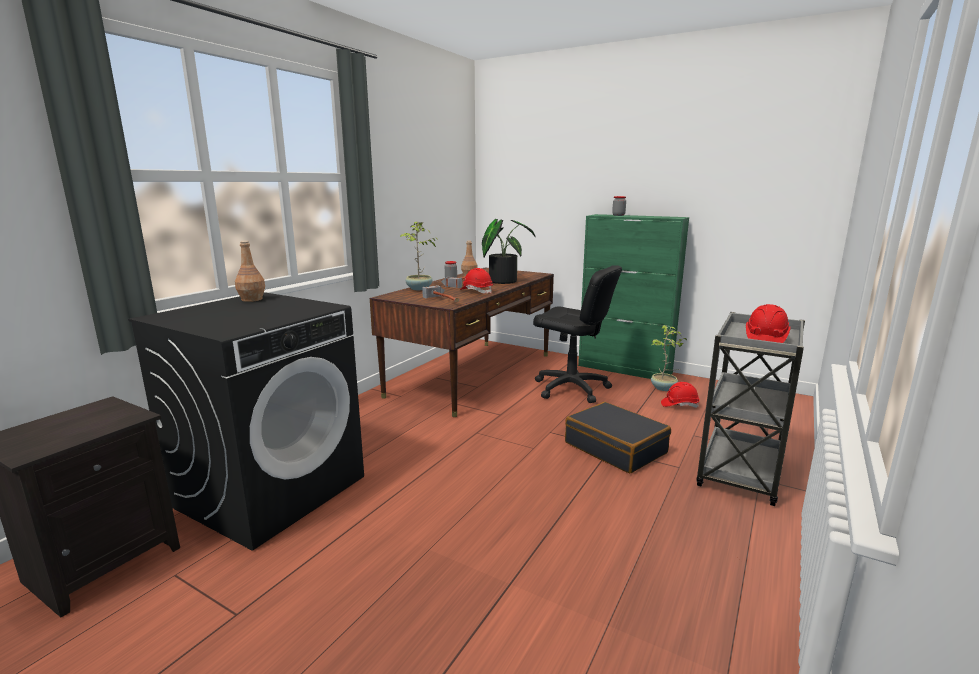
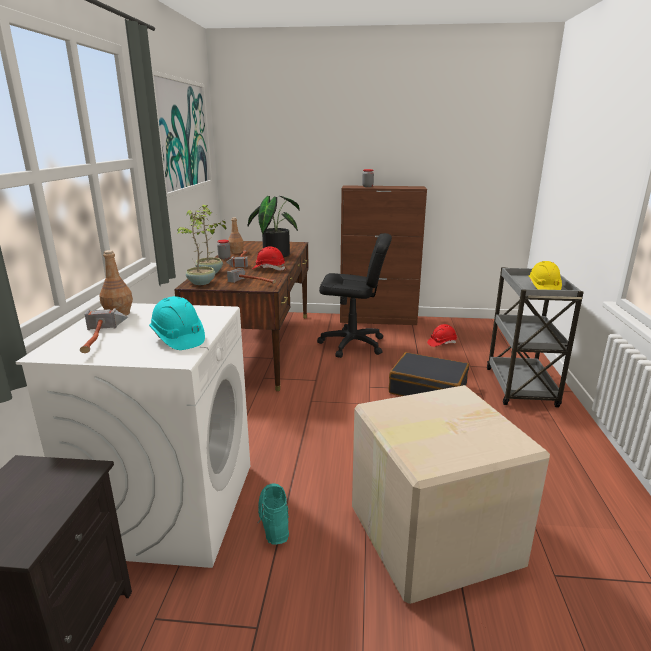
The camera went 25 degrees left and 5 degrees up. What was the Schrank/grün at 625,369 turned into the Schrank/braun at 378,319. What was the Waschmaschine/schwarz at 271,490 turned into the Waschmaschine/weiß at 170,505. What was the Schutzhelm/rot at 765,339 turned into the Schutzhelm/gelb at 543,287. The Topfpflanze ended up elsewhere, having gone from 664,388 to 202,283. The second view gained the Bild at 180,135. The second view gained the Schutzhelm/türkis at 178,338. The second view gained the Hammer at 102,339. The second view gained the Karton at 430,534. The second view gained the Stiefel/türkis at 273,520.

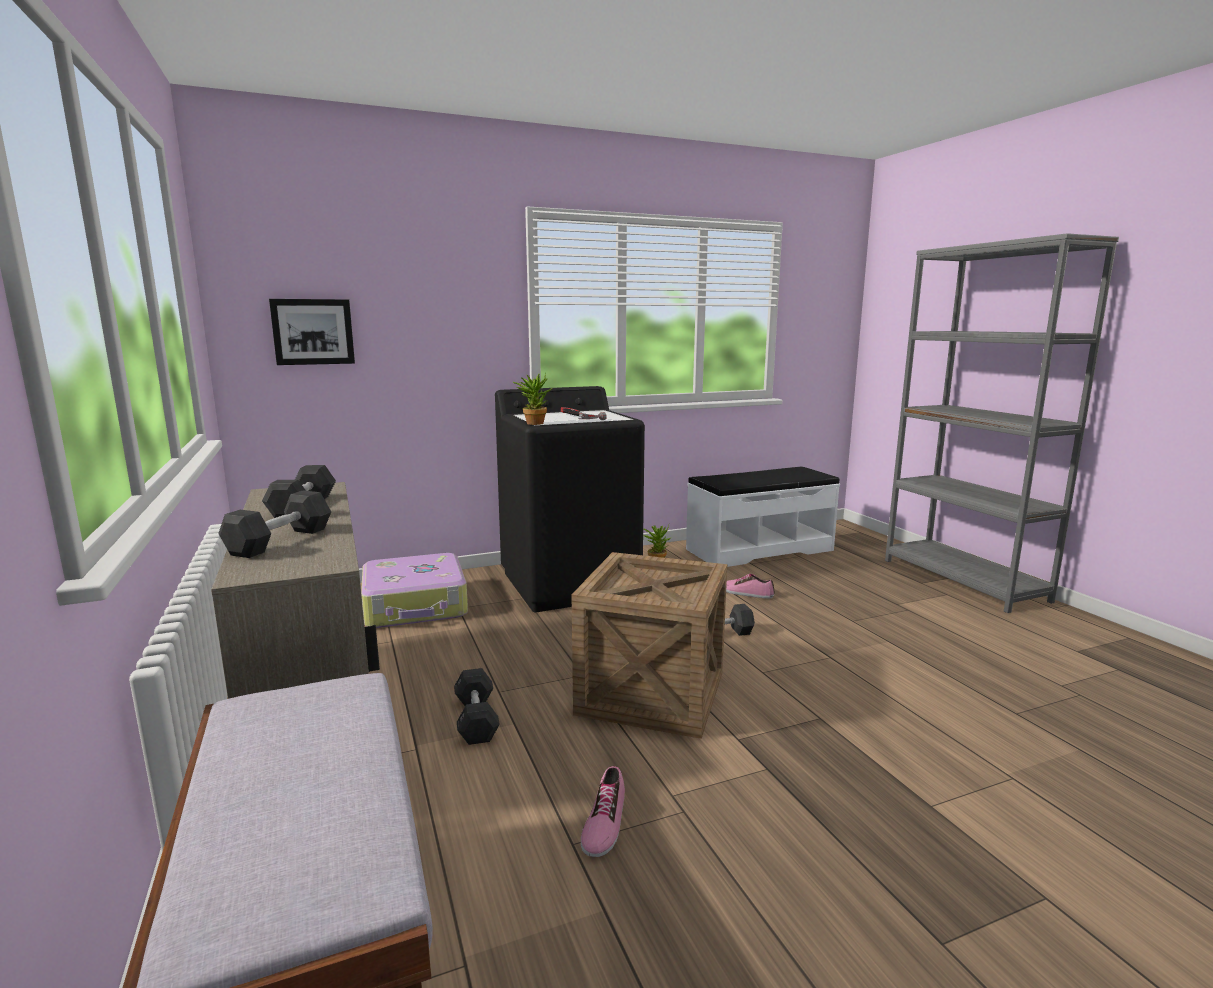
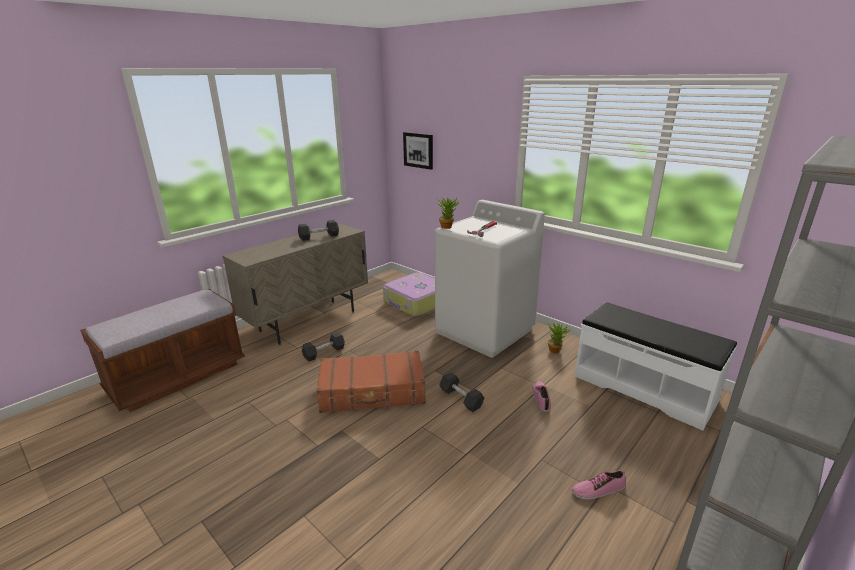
The camera went 65 degrees right and 10 degrees up. What was the Waschmaschine/schwarz at 570,583 turned into the Waschmaschine/weiß at 485,331. The second view lost the Hantel/grau at 280,541. Where the Kiste stood at 651,693, the Koffer/braun came to stand at 372,392. The Schuh ended up elsewhere, having gone from 603,822 to 598,489.

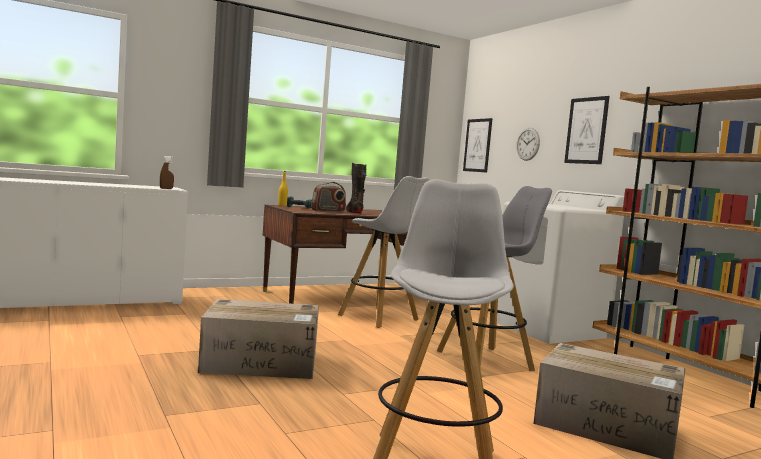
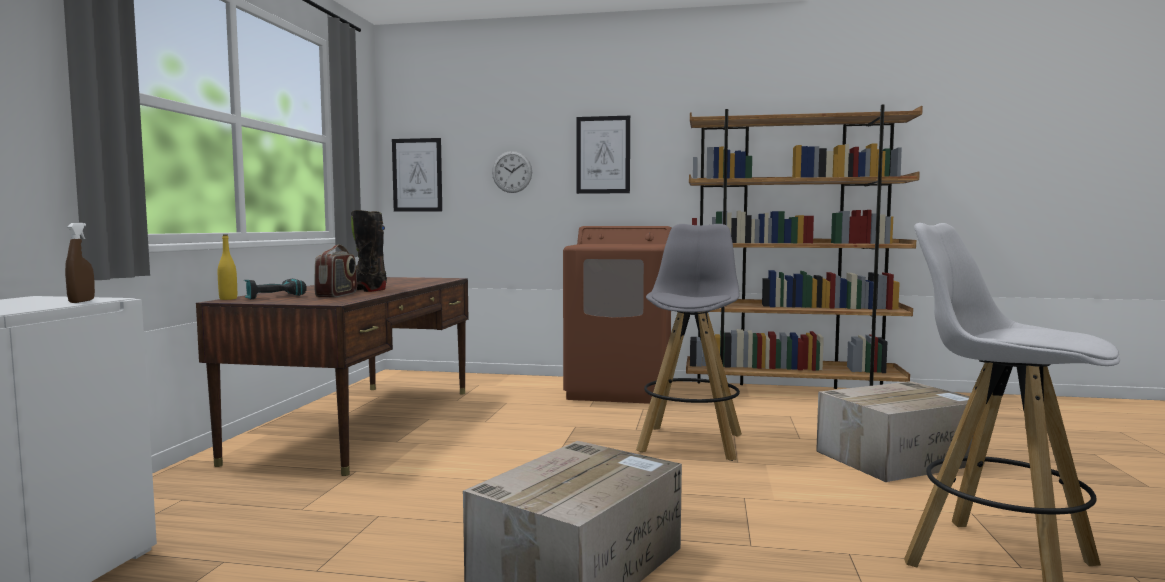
The camera went 50 degrees left and 0 degrees up. The second view lost the Hocker/weiß at 379,318. What was the Waschmaschine/weiß at 549,330 turned into the Waschmaschine/braun at 620,390.

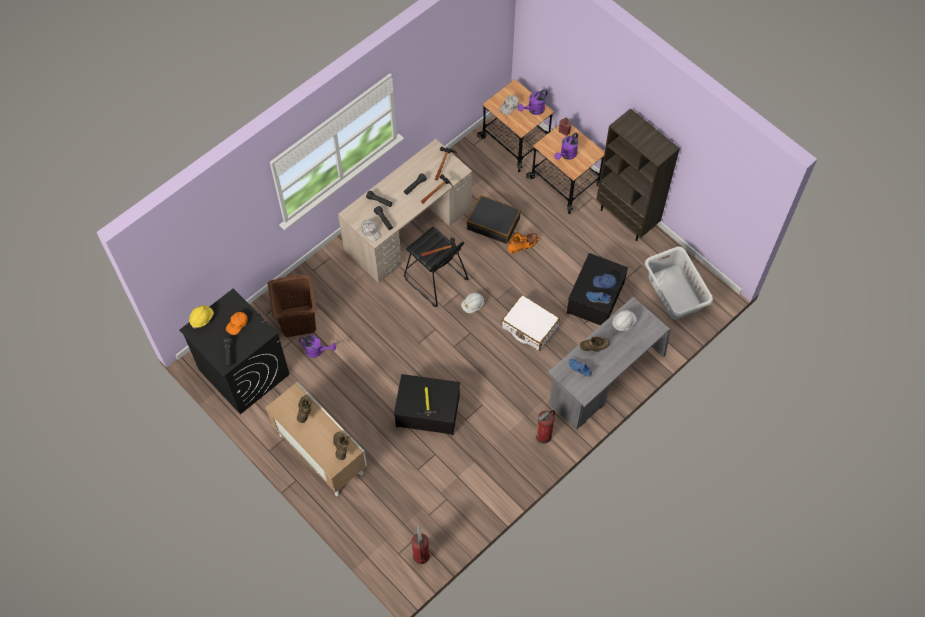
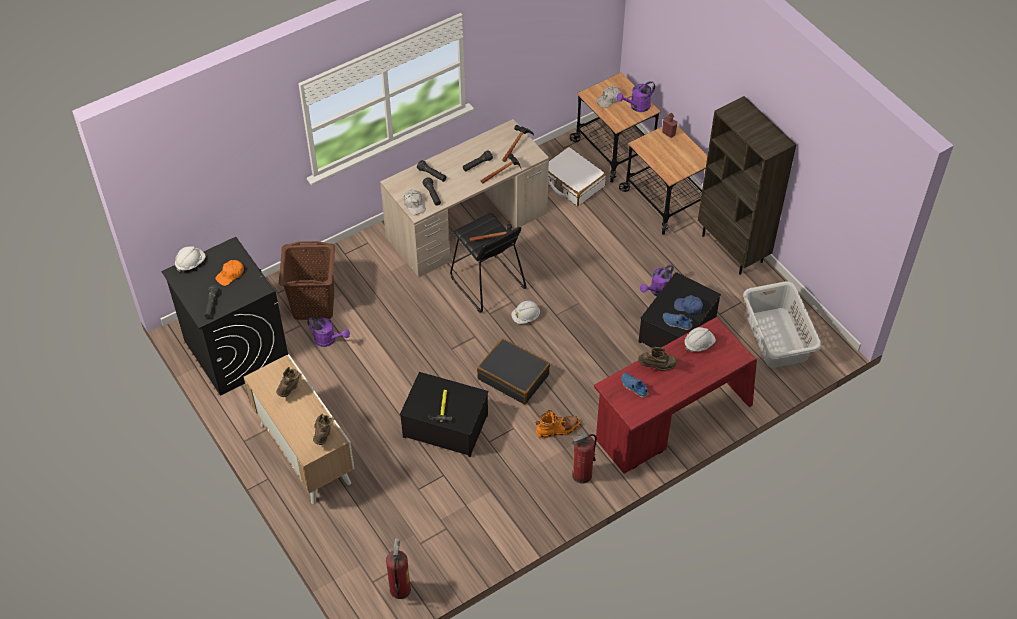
The camera went 10 degrees right and 10 degrees down. The Gießkanne/lila ended up elsewhere, having gone from 567,155 to 657,291. The Koffer/schwarz ended up elsewhere, having gone from 493,223 to 513,377. The Stiefel/orange ended up elsewhere, having gone from 523,245 to 557,429. The Koffer/weiß ended up elsewhere, having gone from 529,326 to 572,183. What was the Schreibtisch/grau at 605,379 turned into the Schreibtisch/rot at 671,421. What was the Schutzhelm/gelb at 202,319 turned into the Schutzhelm/weiß at 191,263.

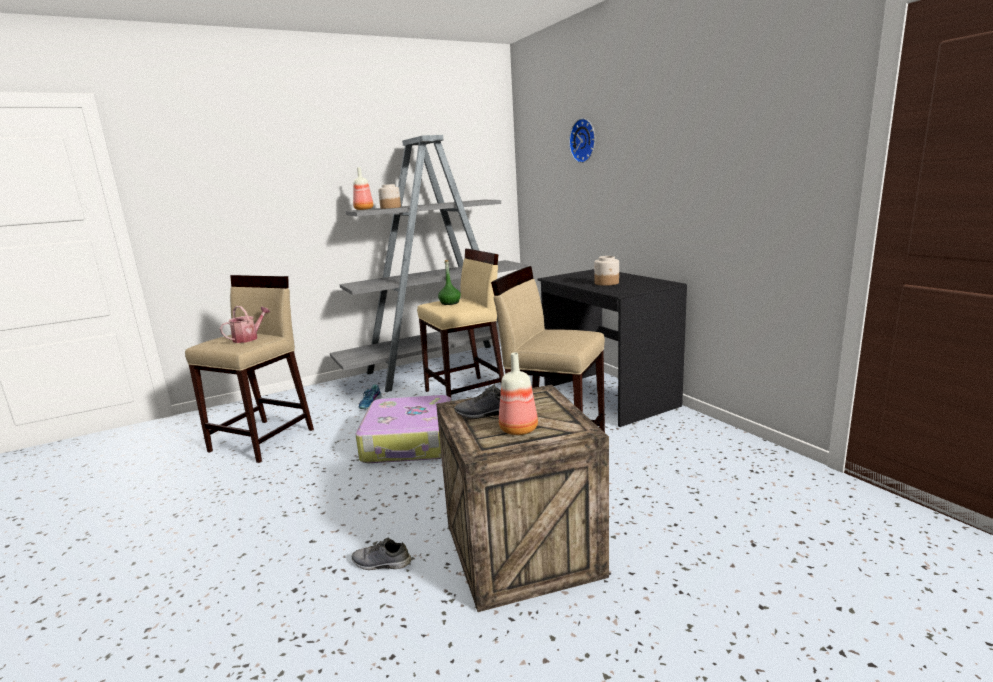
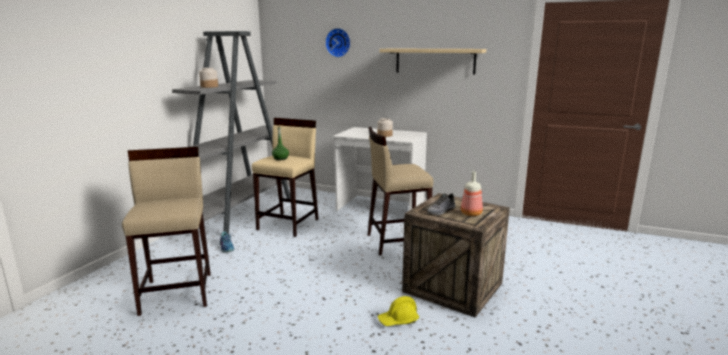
The camera went 40 degrees left and 0 degrees up. The second view lost the Flasche at 363,209. What was the Schreibtisch/schwarz at 607,396 turned into the Schreibtisch/weiß at 380,208. The second view lost the Gießkanne at 248,338. The second view lost the Koffer at 410,442. Where the Schuh/grau stood at 381,564, the Schutzhelm/gelb came to stand at 398,320. The second view gained the Wandregal/beige at 435,61.

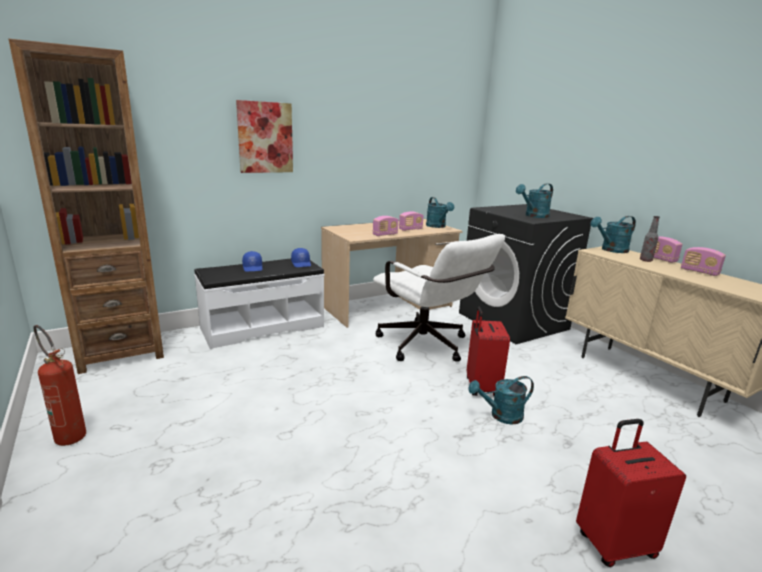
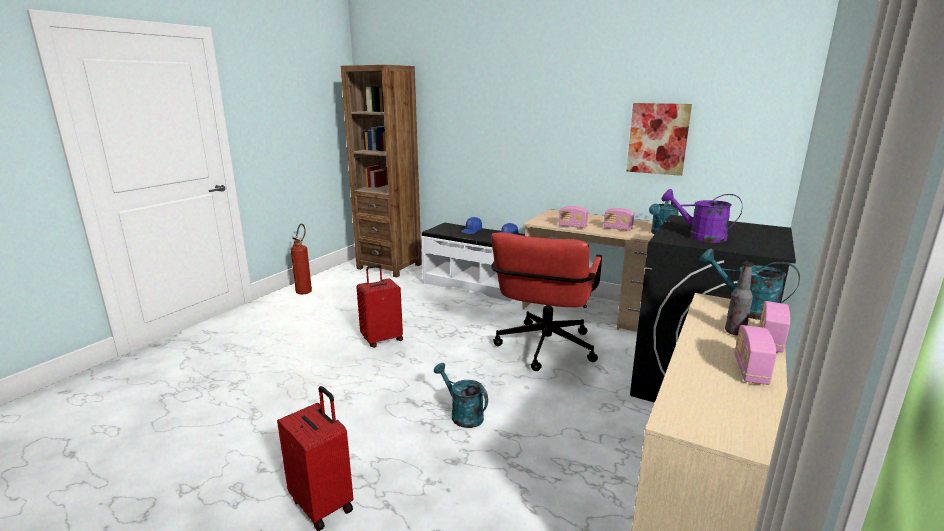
The camera went 60 degrees right and 0 degrees up. The Bild ended up elsewhere, having gone from 265,137 to 658,139. What was the Gießkanne/türkis at 534,216 turned into the Gießkanne/lila at 700,237. What was the Bürostuhl/weiß at 428,347 turned into the Bürostuhl/rot at 543,351. The Koffer/rot ended up elsewhere, having gone from 481,388 to 382,339.

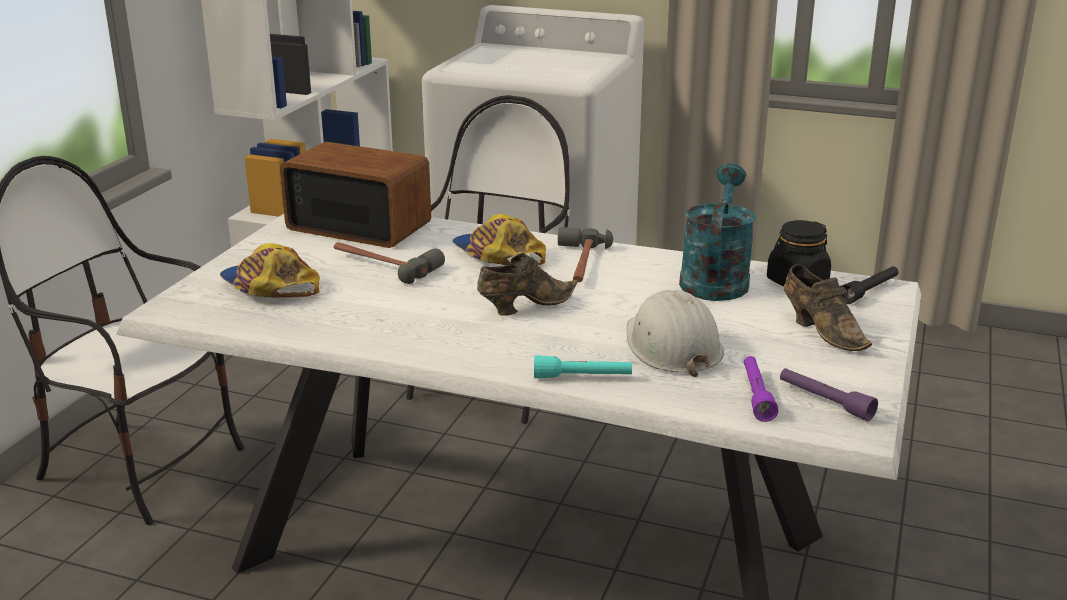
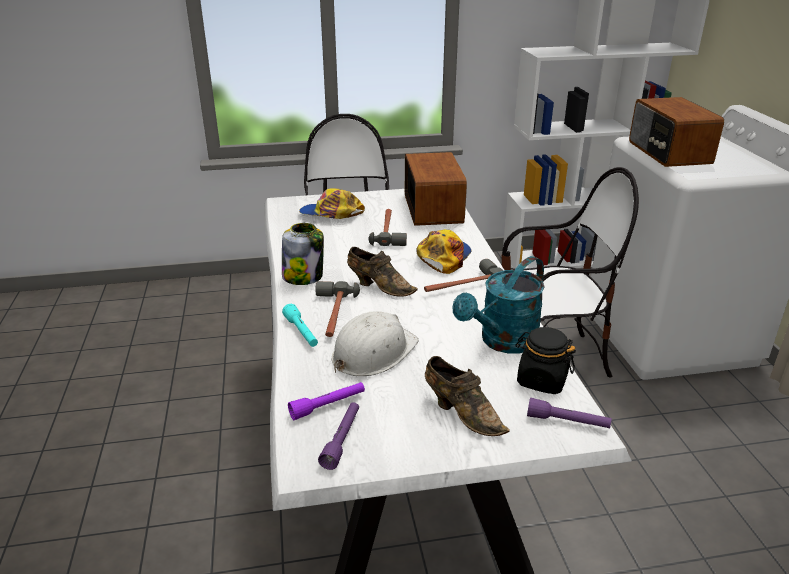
The camera went 60 degrees right and 5 degrees up. The Gießkanne/türkis at 715,278 ended up facing another way, 150 degrees clockwise from before. The Kappe at 269,286 ended up facing another way, 90 degrees counterclockwise from before. The Schuh/braun at 822,331 ended up facing another way, 75 degrees counterclockwise from before. What was the Taschenlampe/schwarz at 869,291 turned into the Taschenlampe/lila at 567,422. The second view gained the Radio at 667,153. The second view gained the Vorratsglas at 303,276. The second view gained the Hammer at 333,315.

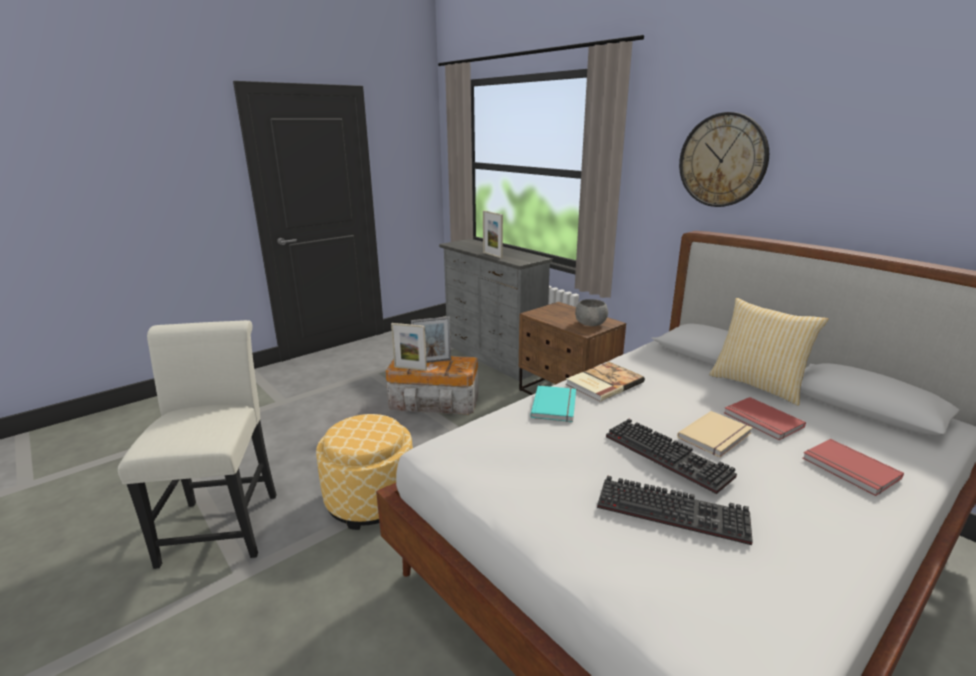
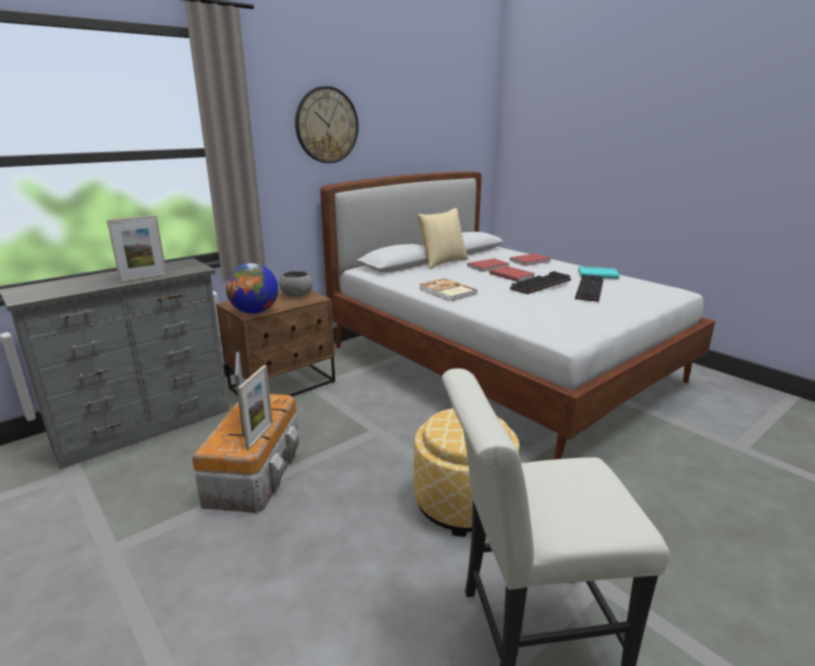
The camera went 90 degrees left and 0 degrees up. The Buch/türkis ended up elsewhere, having gone from 556,405 to 597,274. What was the Buch/beige at 716,436 turned into the Buch/rot at 512,275. The second view gained the Globus at 255,312.

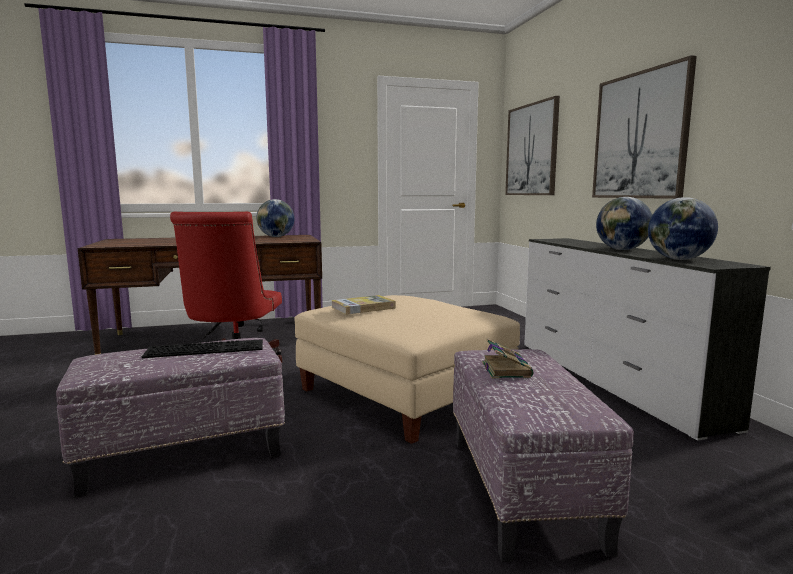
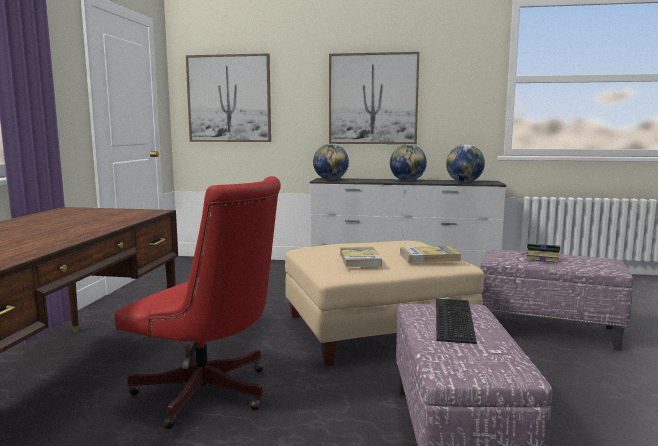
The camera went 65 degrees left and 0 degrees up. The Globus ended up elsewhere, having gone from 276,237 to 331,180. The second view gained the Buch at 429,257.

